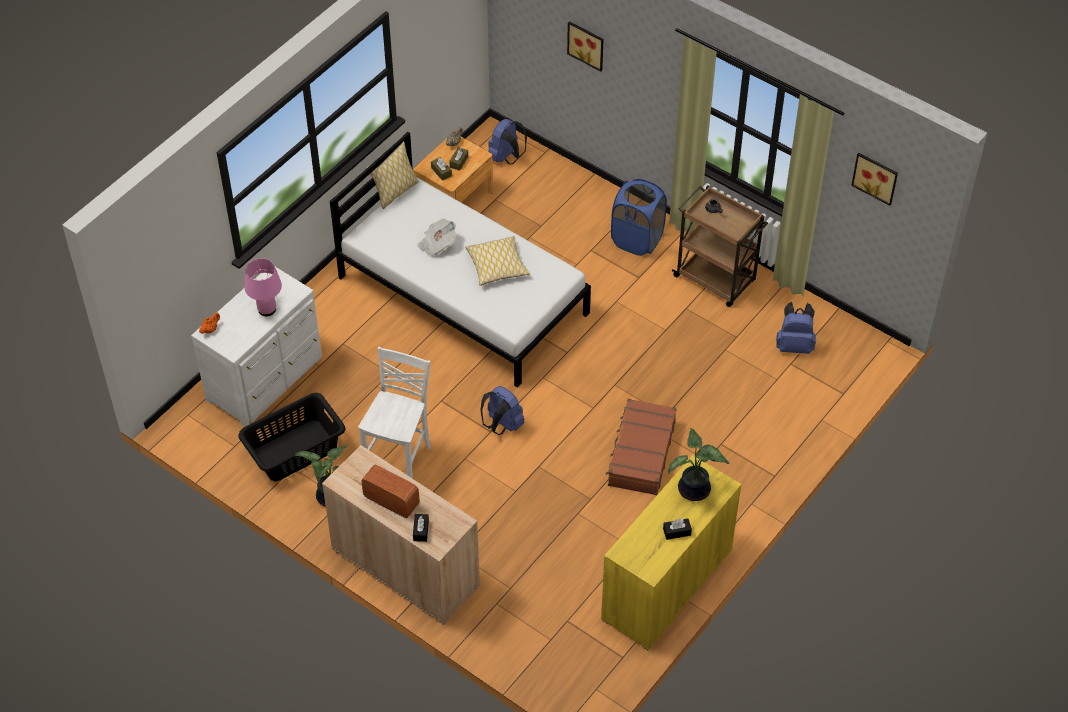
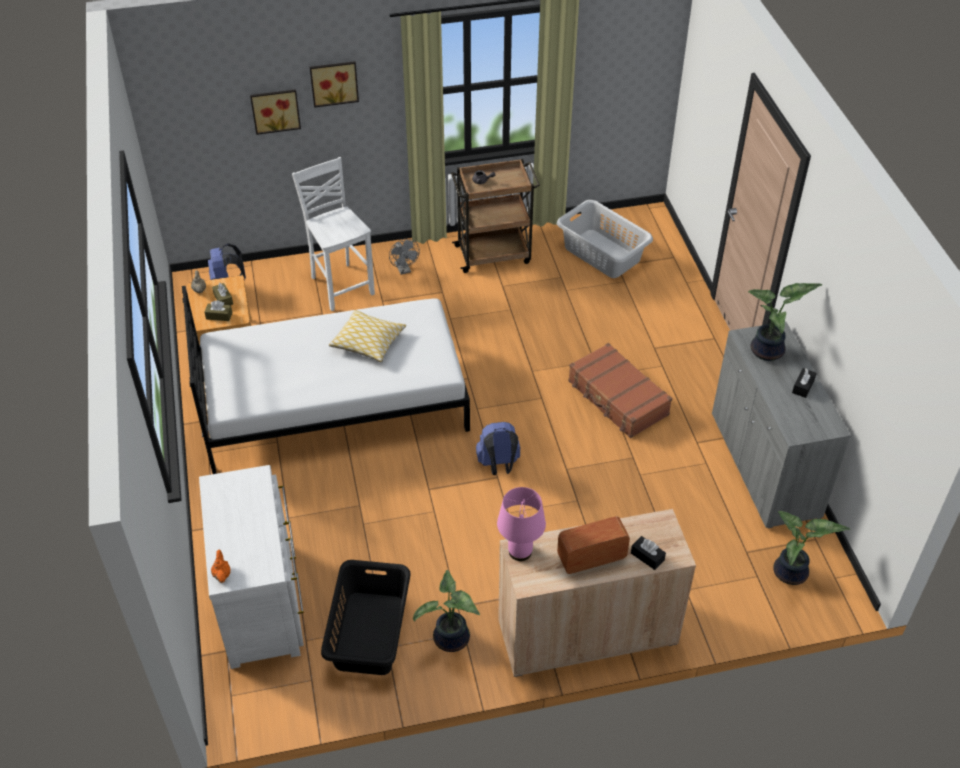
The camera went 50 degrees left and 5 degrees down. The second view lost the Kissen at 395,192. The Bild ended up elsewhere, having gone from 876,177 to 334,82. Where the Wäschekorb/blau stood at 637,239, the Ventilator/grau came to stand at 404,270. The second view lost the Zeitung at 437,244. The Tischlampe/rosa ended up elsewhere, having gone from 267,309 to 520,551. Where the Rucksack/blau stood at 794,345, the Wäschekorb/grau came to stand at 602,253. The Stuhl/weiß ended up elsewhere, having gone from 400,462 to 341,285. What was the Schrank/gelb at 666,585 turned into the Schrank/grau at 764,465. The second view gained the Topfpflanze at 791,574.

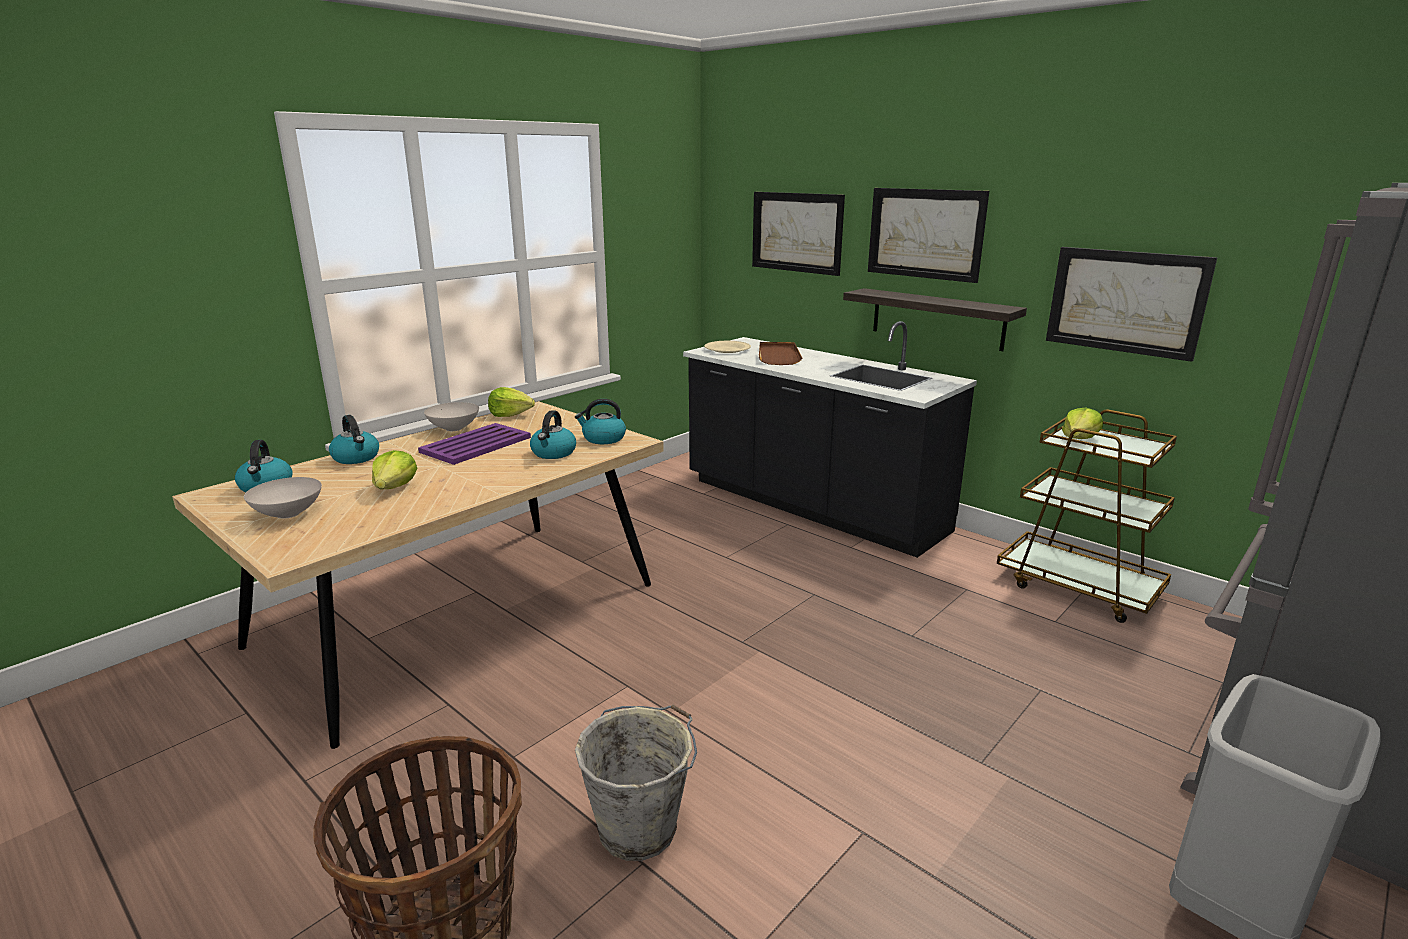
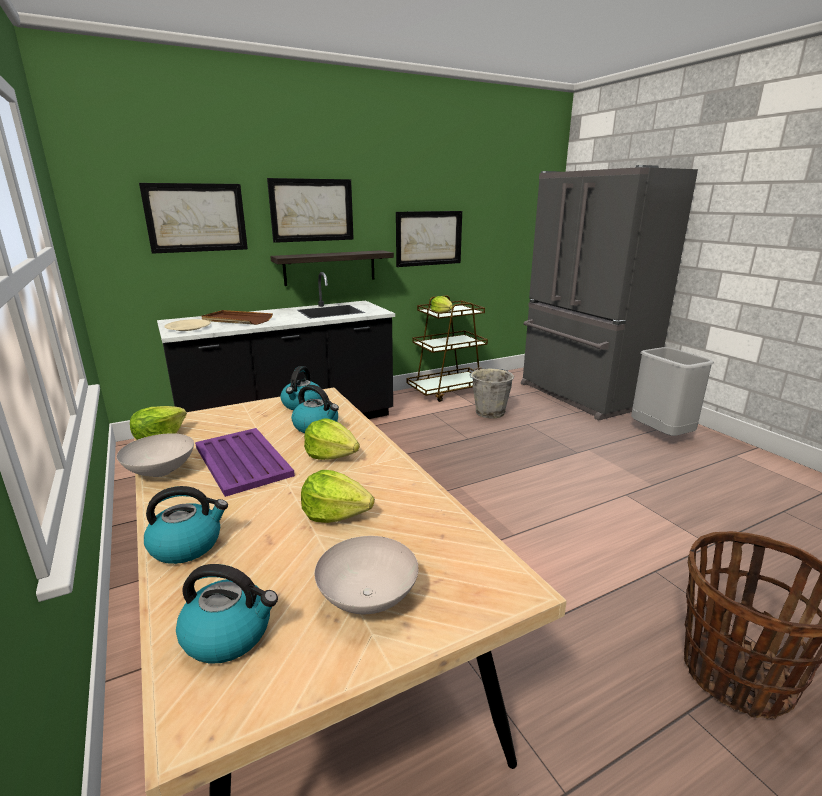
The camera went 70 degrees left and 0 degrees up. The Eimer/grau ended up elsewhere, having gone from 640,827 to 489,412. The second view gained the Salatkopf at 331,455.

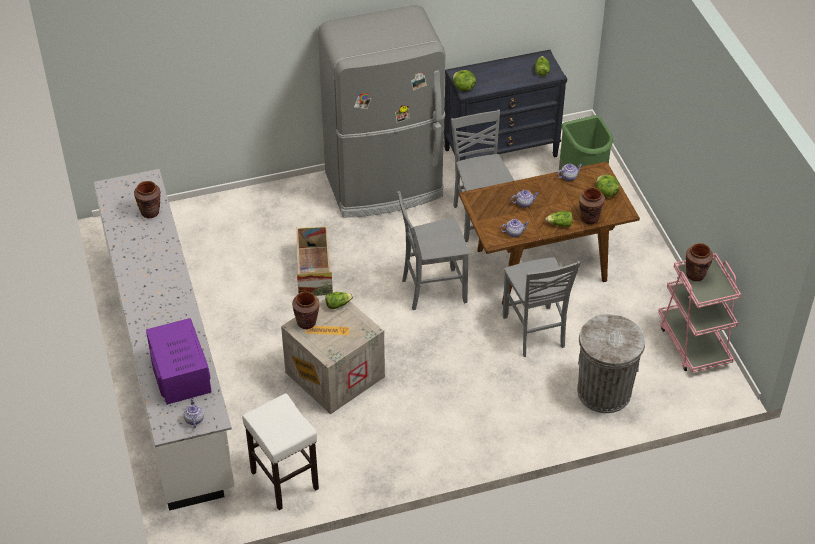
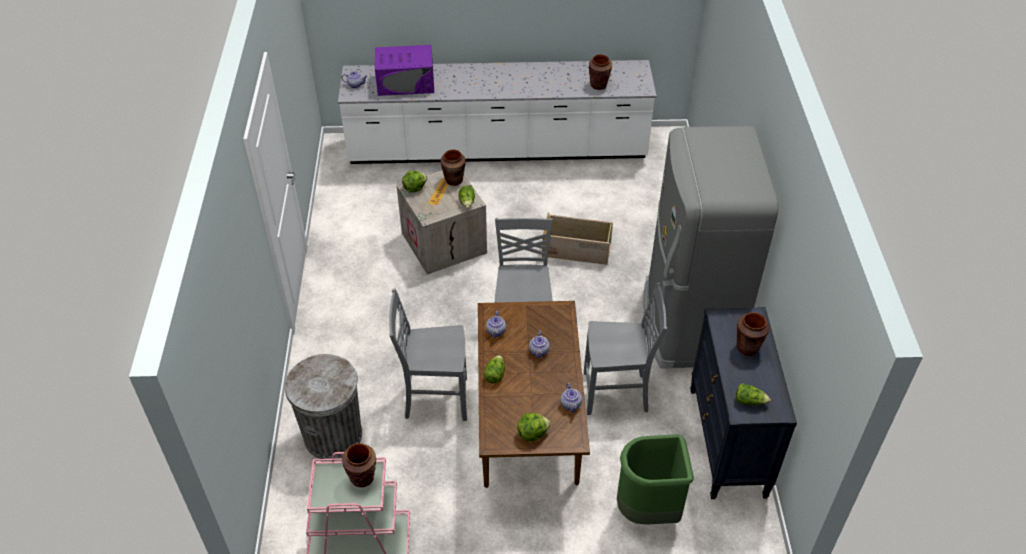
The camera went 105 degrees right and 0 degrees up. The Salatkopf ended up elsewhere, having gone from 463,88 to 414,188. The Vase/braun ended up elsewhere, having gone from 589,218 to 747,347. The second view lost the Hocker/weiß at 285,481.

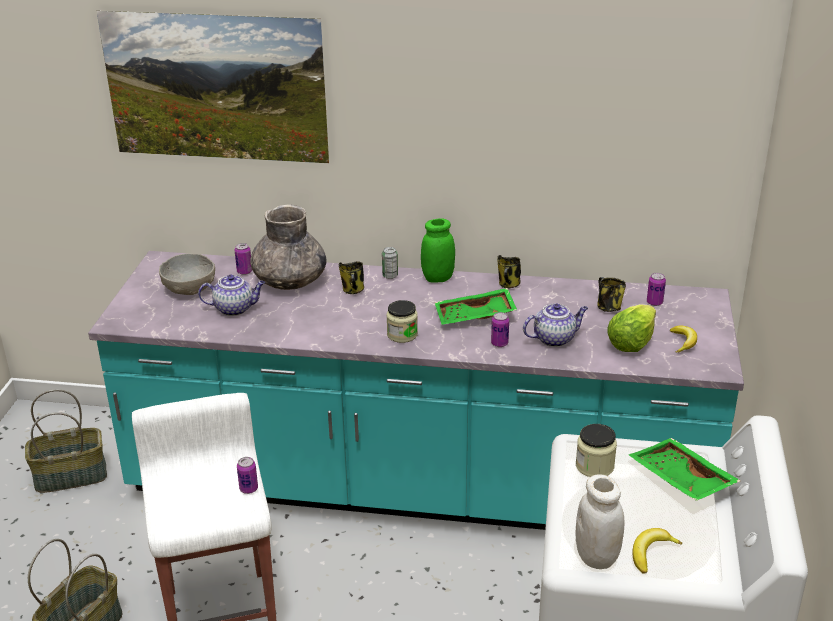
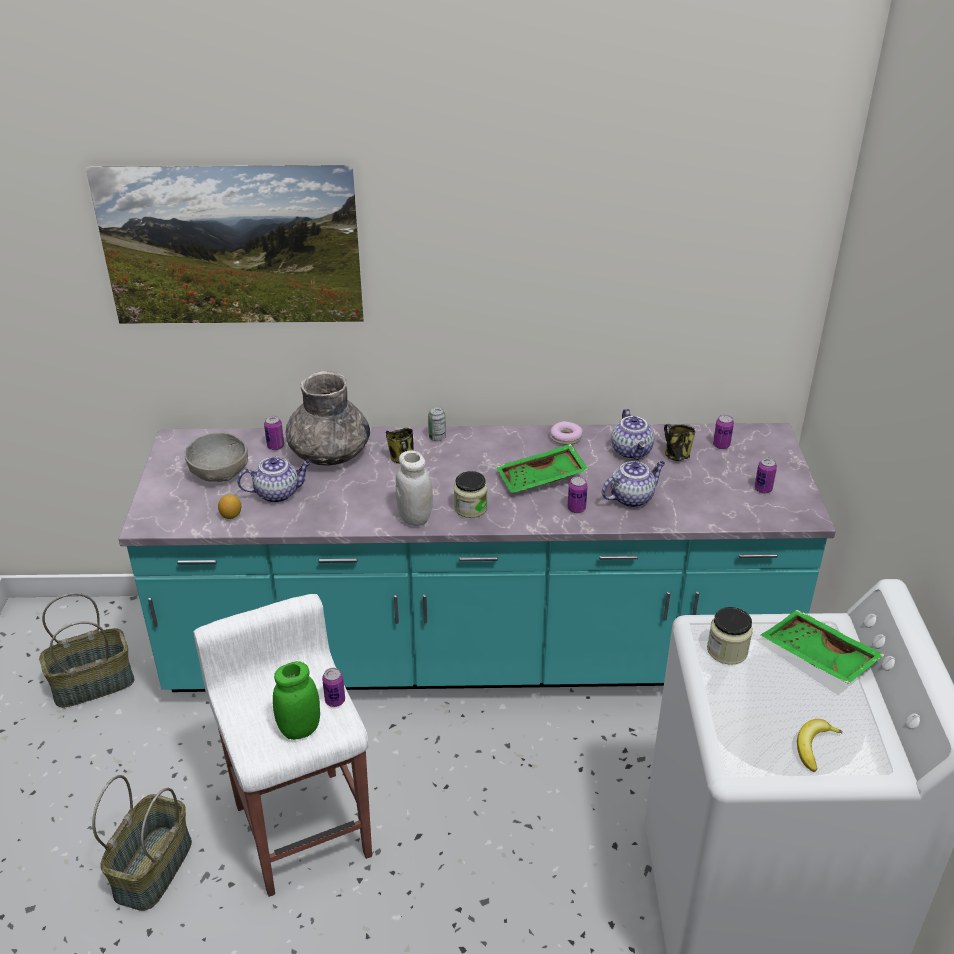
The camera went 10 degrees left and 5 degrees up. The Vorratsglas/grün ended up elsewhere, having gone from 438,278 to 300,729. Where the Henkelbecher stood at 508,285, the Donut came to stand at 566,438. The second view lost the Salatkopf at 631,343. Where the Banane stood at 683,342, the Dose came to stand at 763,489. The Vorratsglas/weiß ended up elsewhere, having gone from 596,557 to 415,517. The second view gained the Teekanne at 632,451. The second view gained the Zitrone at 231,515.

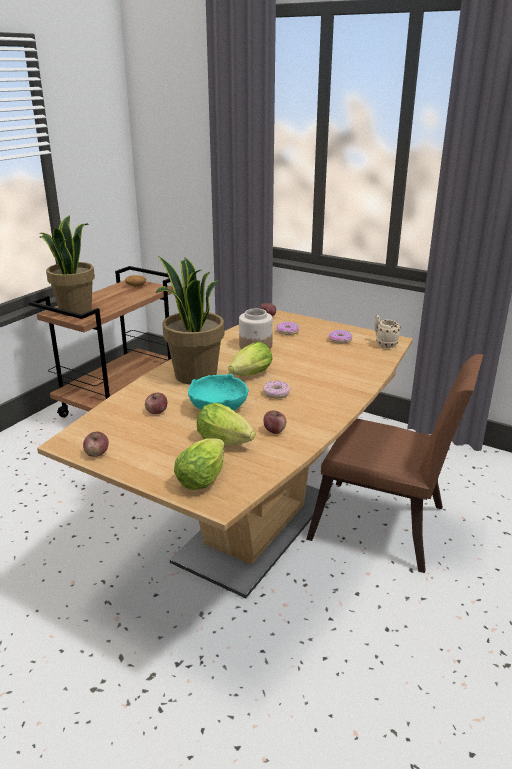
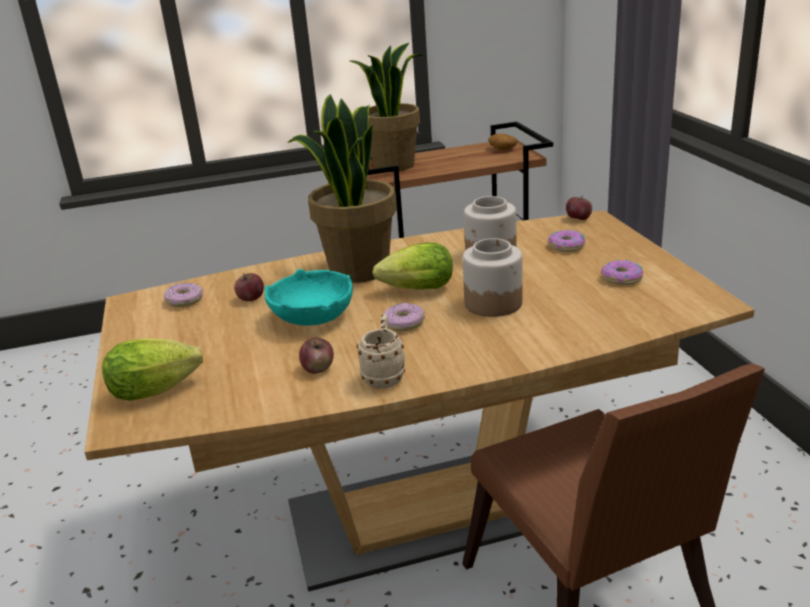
The camera went 45 degrees right and 0 degrees up. The Henkelbecher/beige ended up elsewhere, having gone from 383,344 to 384,376. The second view lost the Salatkopf at 227,443. The second view lost the Apfel at 97,453. The second view gained the Vorratsglas at 493,303. The second view gained the Donut at 185,300.

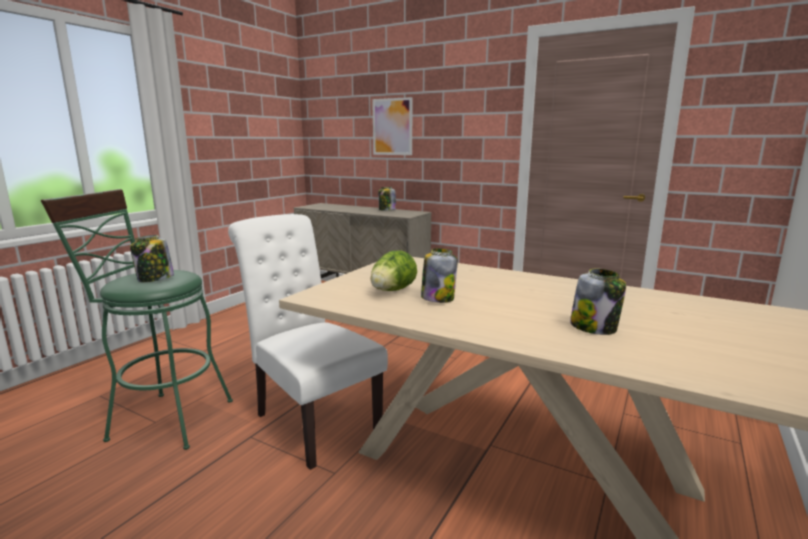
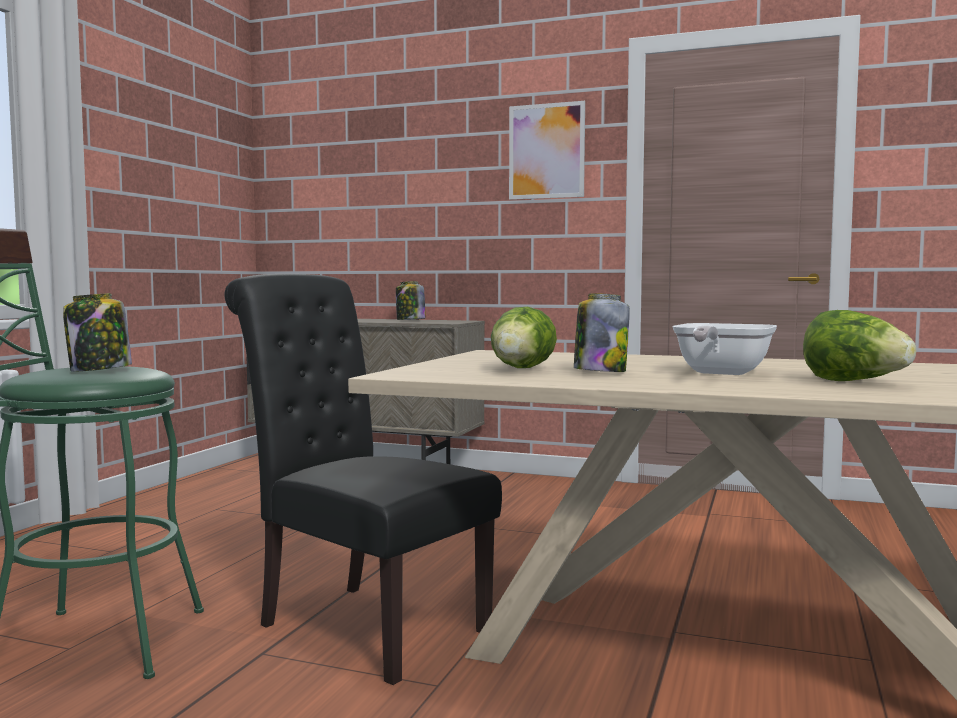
The camera went 10 degrees left and 10 degrees down. The Bild ended up elsewhere, having gone from 392,127 to 546,151. What was the Stuhl/weiß at 311,420 turned into the Stuhl/schwarz at 361,624. Where the Vorratsglas stood at 594,327, the Salatkopf came to stand at 854,382. The second view gained the Pfanne at 720,373.

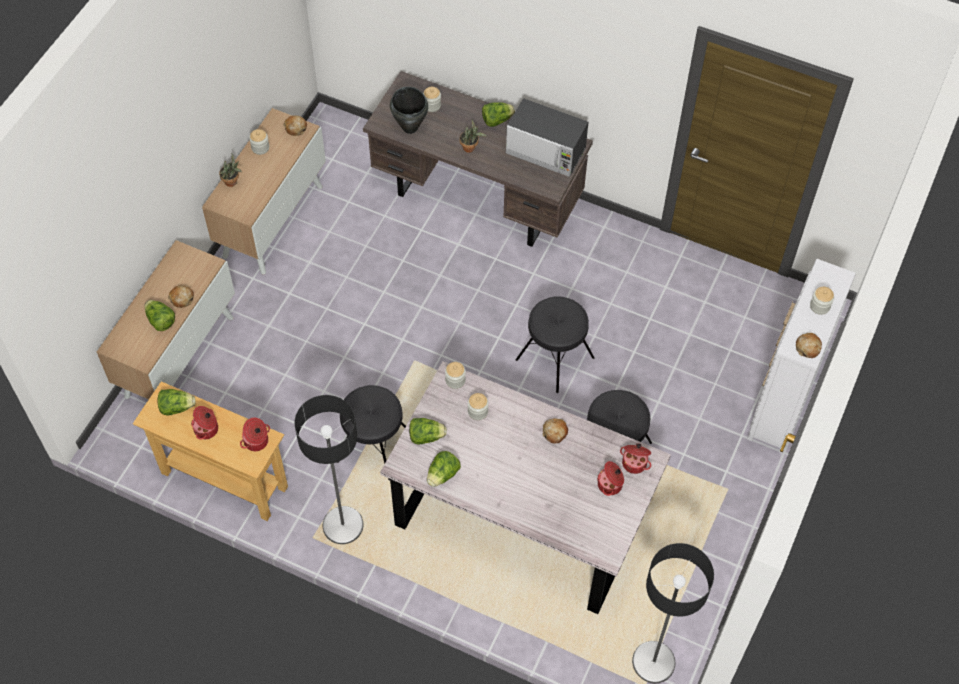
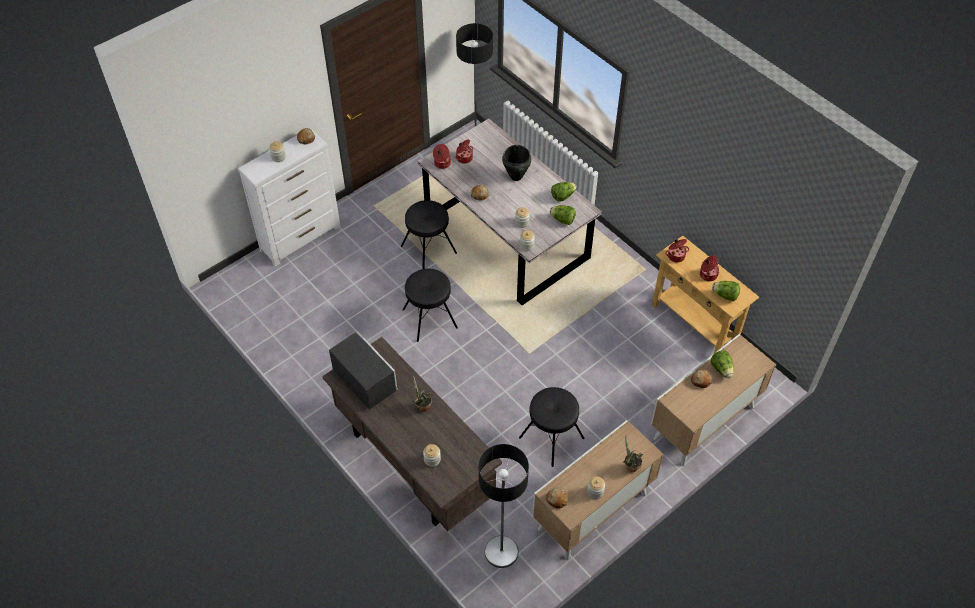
The camera went 155 degrees left and 5 degrees down. The Kochtopf/schwarz ended up elsewhere, having gone from 410,127 to 516,177. The second view lost the Salatkopf at 497,120. The Hocker/schwarz ended up elsewhere, having gone from 374,446 to 551,438. The Stehlampe ended up elsewhere, having gone from 343,525 to 501,552.

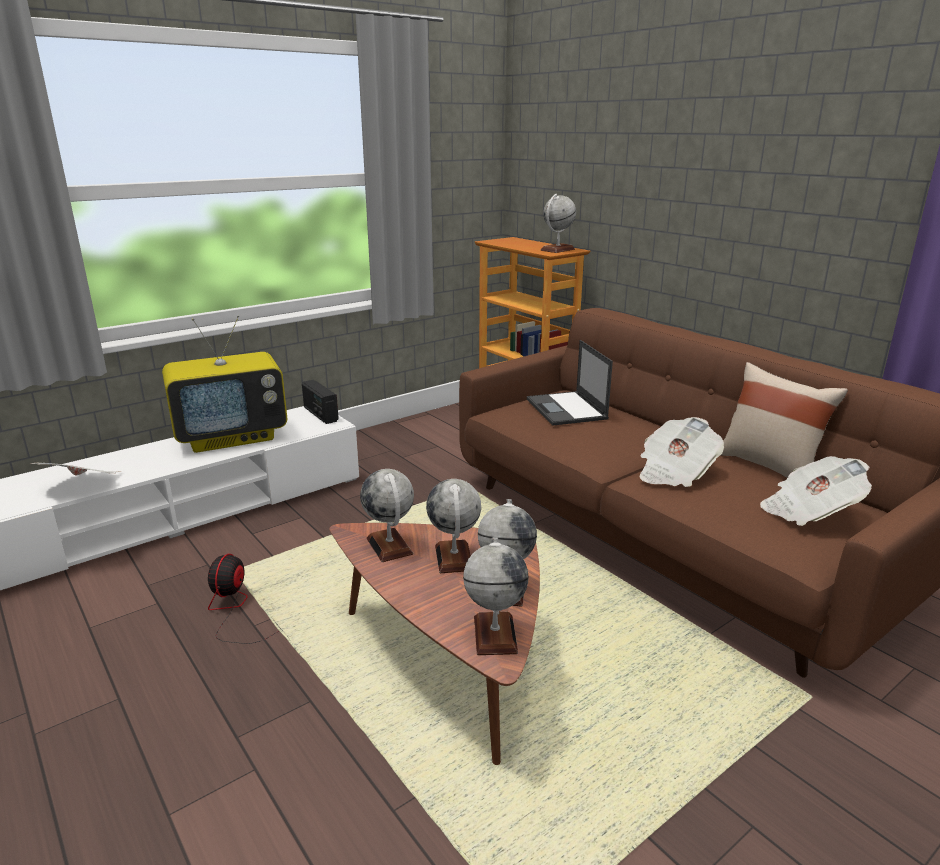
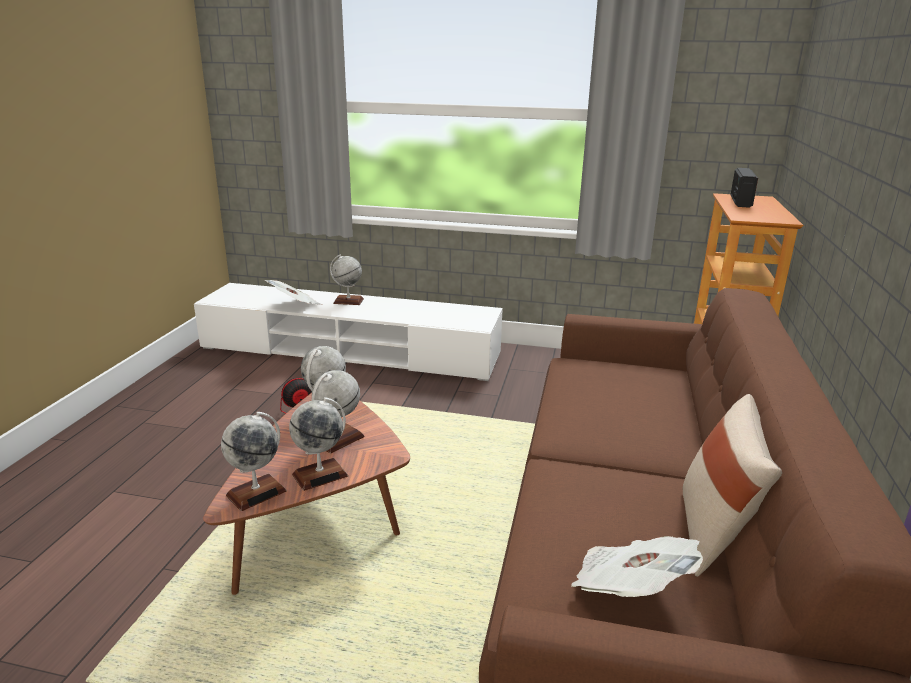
The camera went 50 degrees right and 0 degrees up. The Globus ended up elsewhere, having gone from 557,250 to 348,301. The second view lost the Fernseher at 232,437. The second view lost the Laptop at 567,409. The Radio ended up elsewhere, having gone from 320,414 to 740,201. The second view lost the Zeitung at 674,472.

